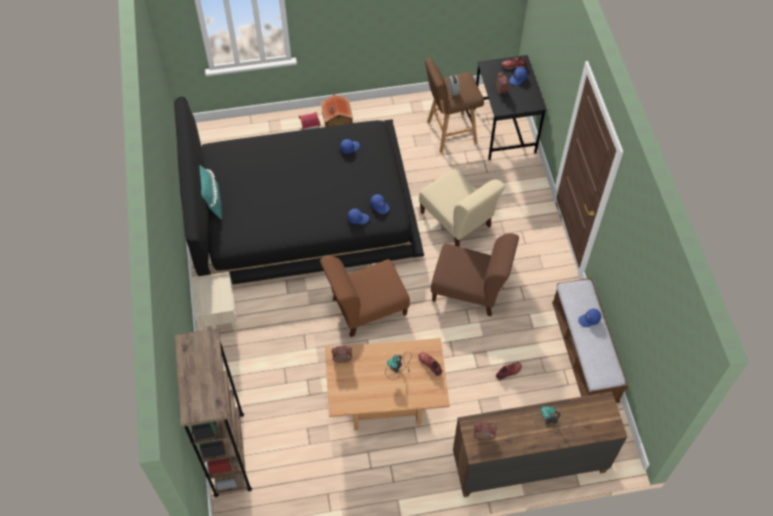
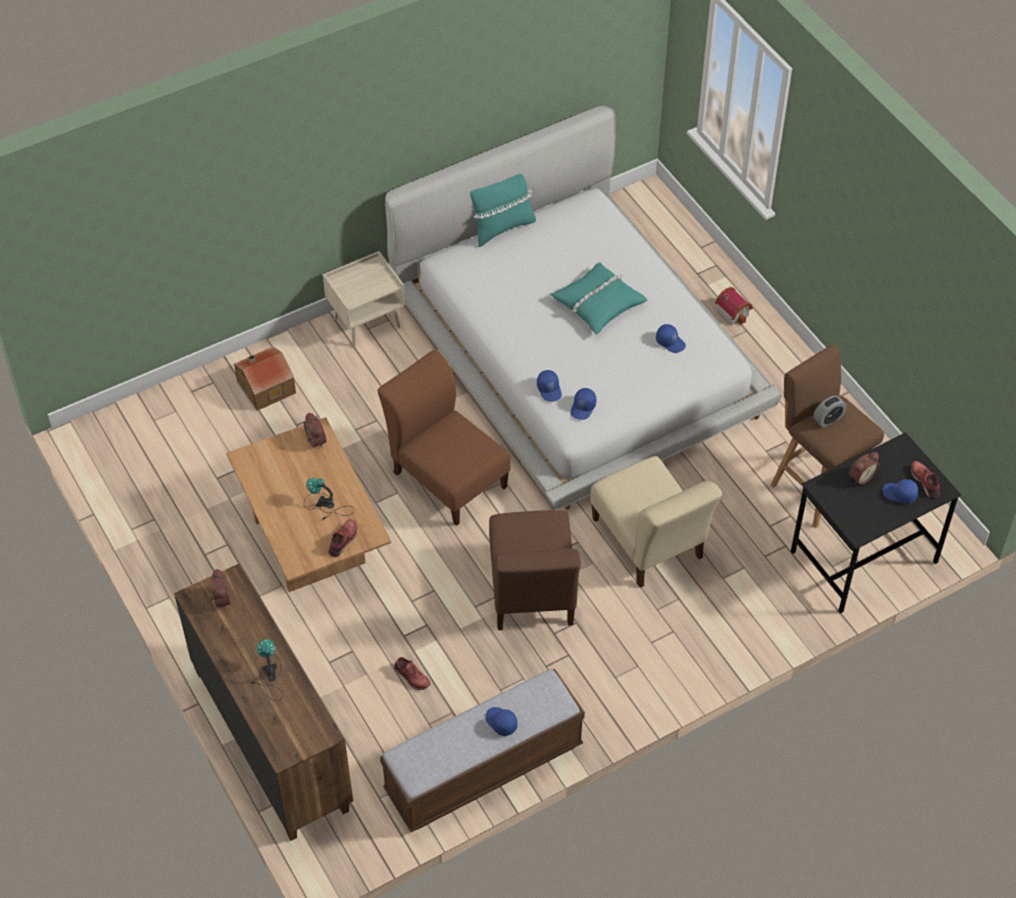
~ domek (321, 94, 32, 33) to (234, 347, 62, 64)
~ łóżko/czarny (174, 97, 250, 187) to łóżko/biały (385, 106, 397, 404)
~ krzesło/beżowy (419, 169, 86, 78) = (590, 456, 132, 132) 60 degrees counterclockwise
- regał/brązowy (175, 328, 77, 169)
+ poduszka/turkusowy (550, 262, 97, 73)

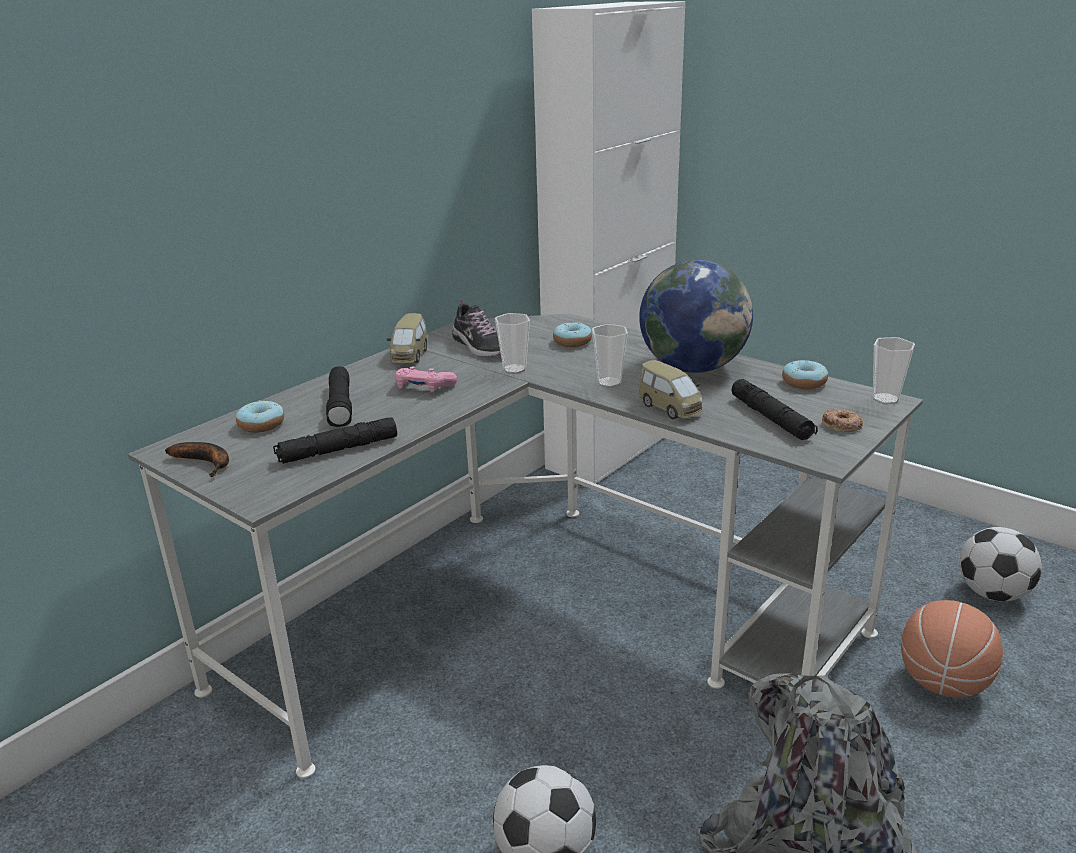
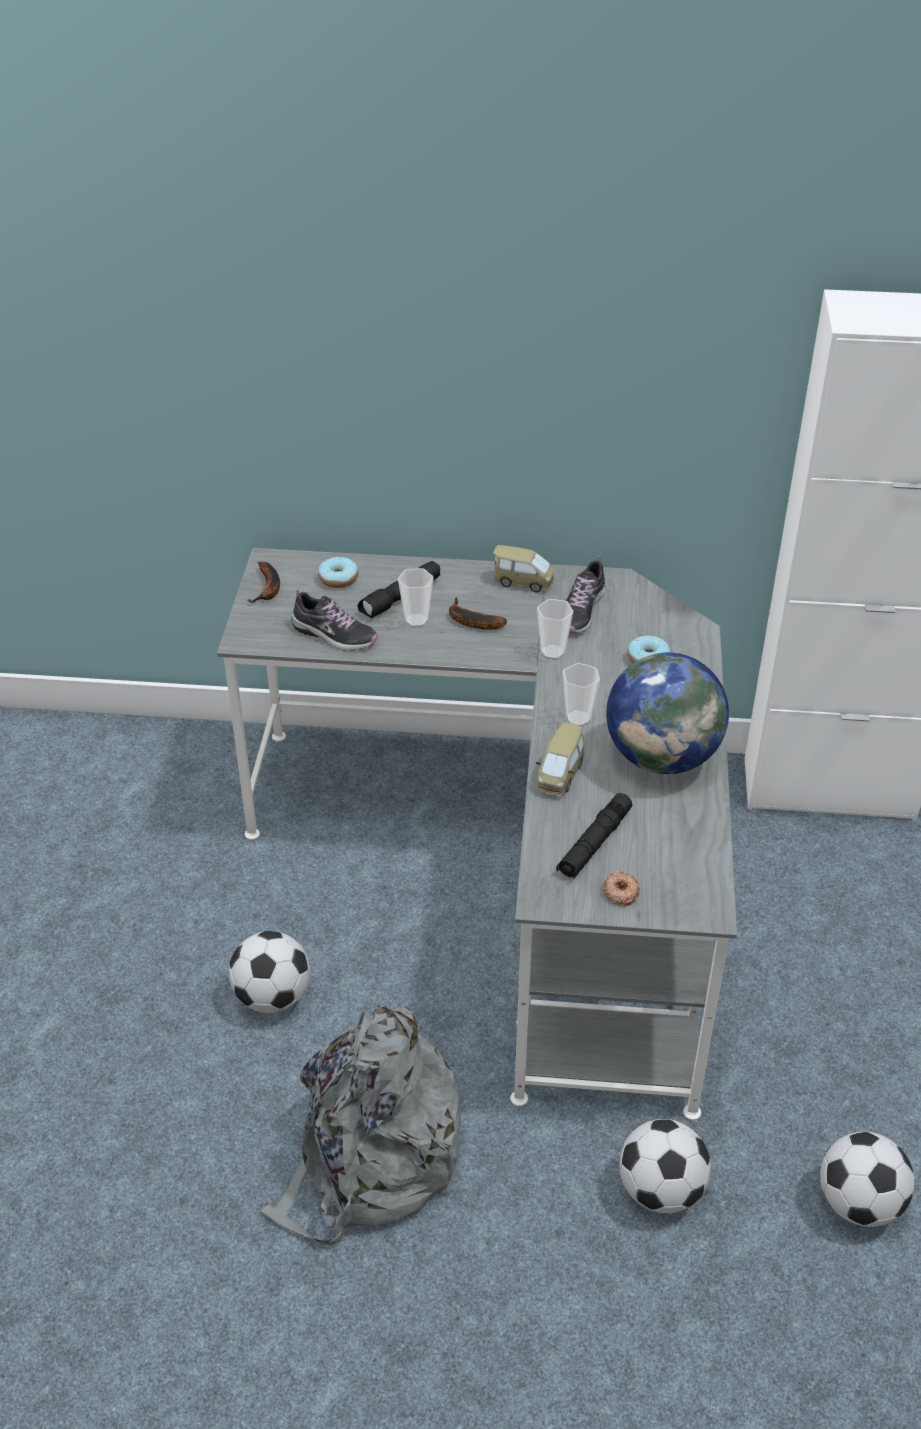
~ samochodzik (387, 313, 41, 50) = (493, 545, 61, 48) 135 degrees counterclockwise
~ filiżanka (873, 337, 42, 67) to (398, 568, 35, 60)
- donut (782, 359, 46, 30)
~ pad do gier/różowy (395, 367, 62, 25) to banan (449, 597, 58, 33)
~ latarka/czarny (273, 417, 124, 47) to but (291, 589, 87, 62)
~ piłka do koszykówki (901, 600, 102, 98) to piłka futbolowa (619, 1119, 92, 94)

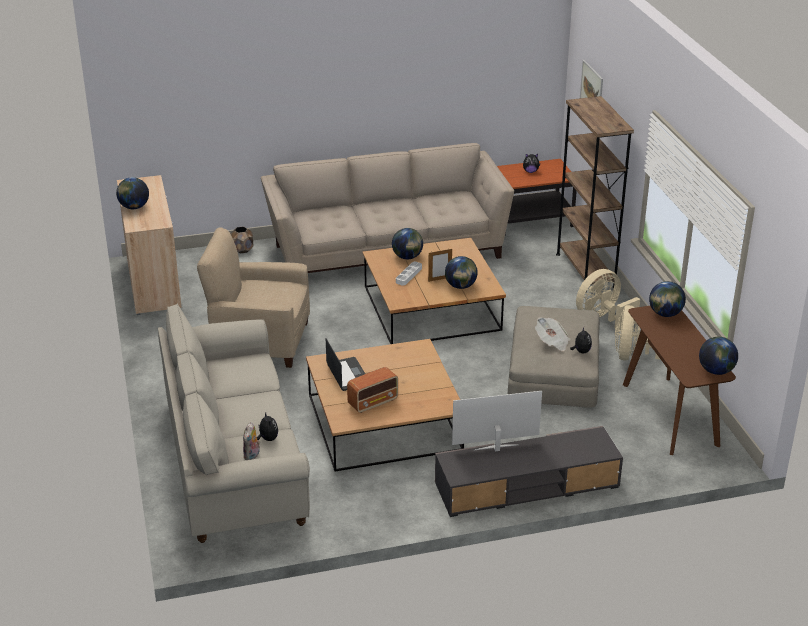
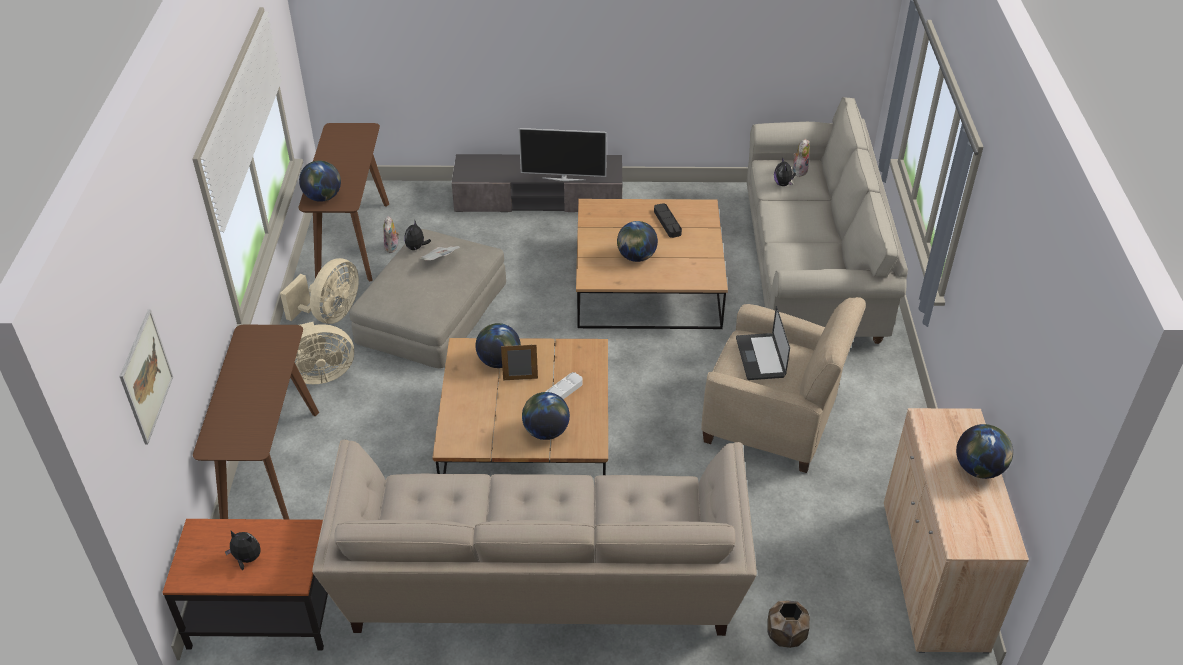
~ regał/brązowy (556, 96, 78, 196) to stolik konsolowy/brązowy (193, 325, 126, 194)
~ globus (699, 337, 39, 38) to (617, 221, 41, 41)
~ laptop (326, 339, 39, 52) to (736, 306, 54, 74)
~ radio (347, 367, 51, 46) to taca/czarny (654, 203, 28, 35)
+ pluszak (383, 216, 16, 37)

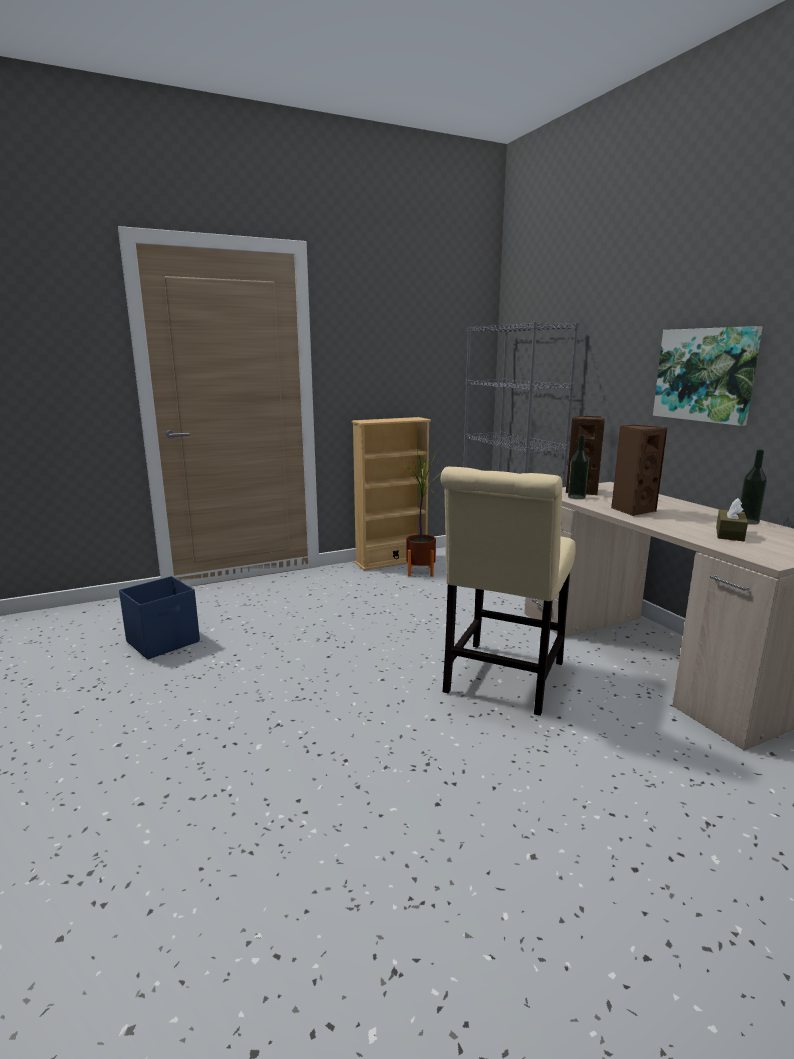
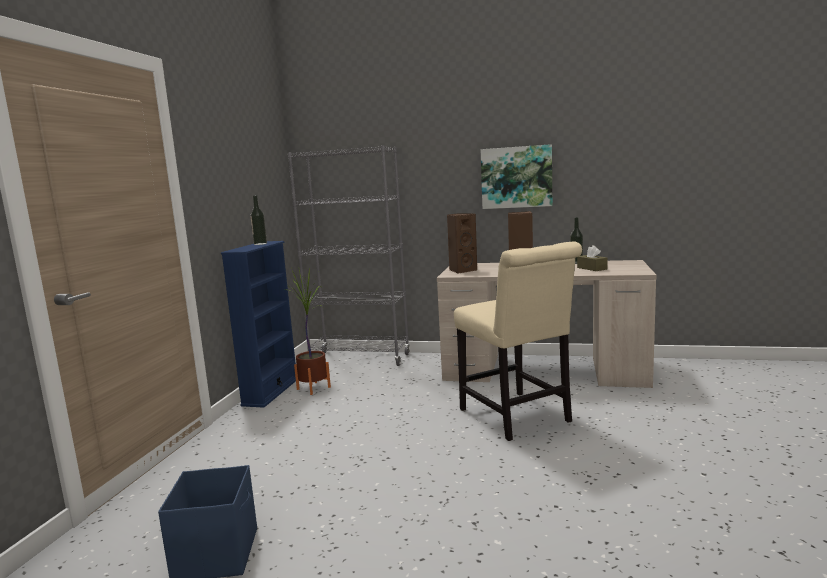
~ regał/beżowy (352, 417, 79, 154) to regał/niebieski (221, 241, 75, 167)
~ butelka (568, 435, 21, 64) to (250, 195, 17, 50)

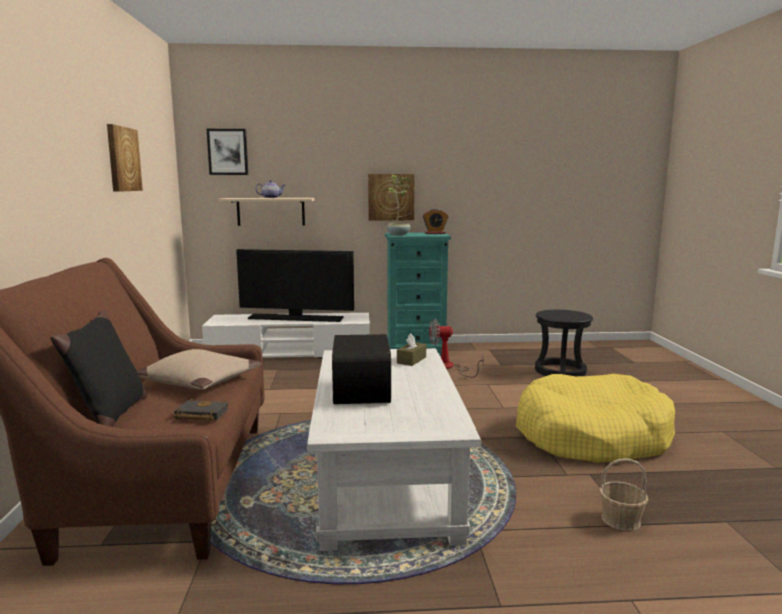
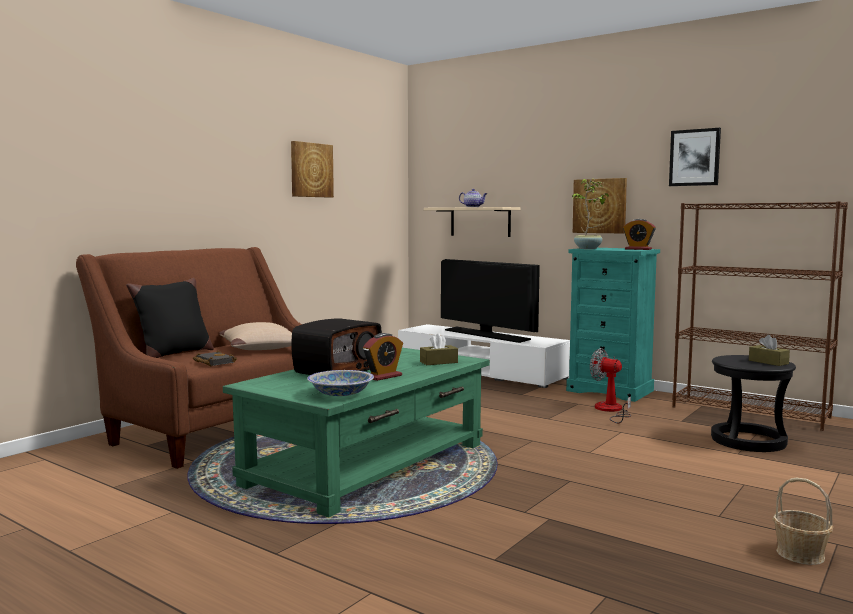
~ obraz (206, 129, 42, 46) to (669, 128, 52, 58)
~ ława/biały (307, 348, 174, 203) to ława/zielony (223, 348, 267, 169)
- legowisko/żółty (516, 374, 159, 89)
~ koszyk (599, 458, 49, 73) to (773, 478, 60, 87)
+ regał/brązowy (672, 201, 176, 230)
+ budzik (363, 333, 40, 48)
+ pudełko chusteczek/brązowy (749, 335, 41, 31)
+ miska (307, 370, 67, 26)

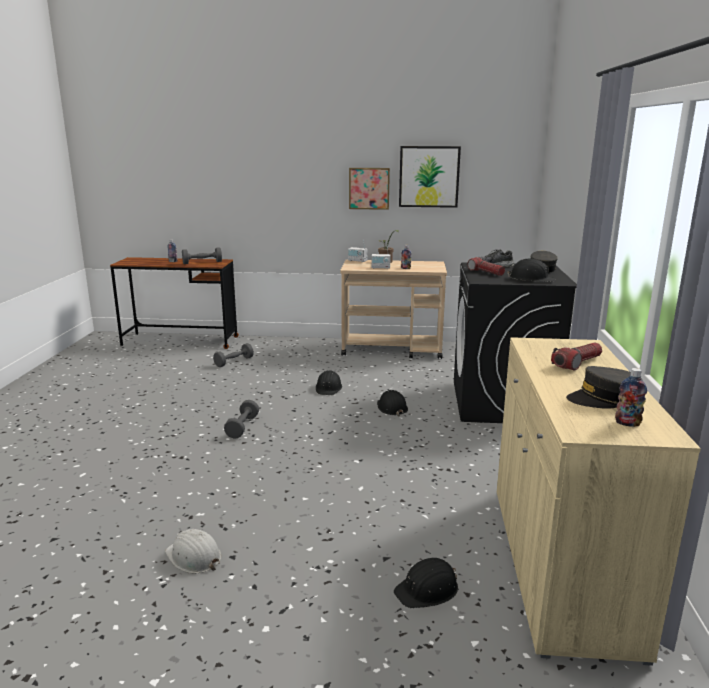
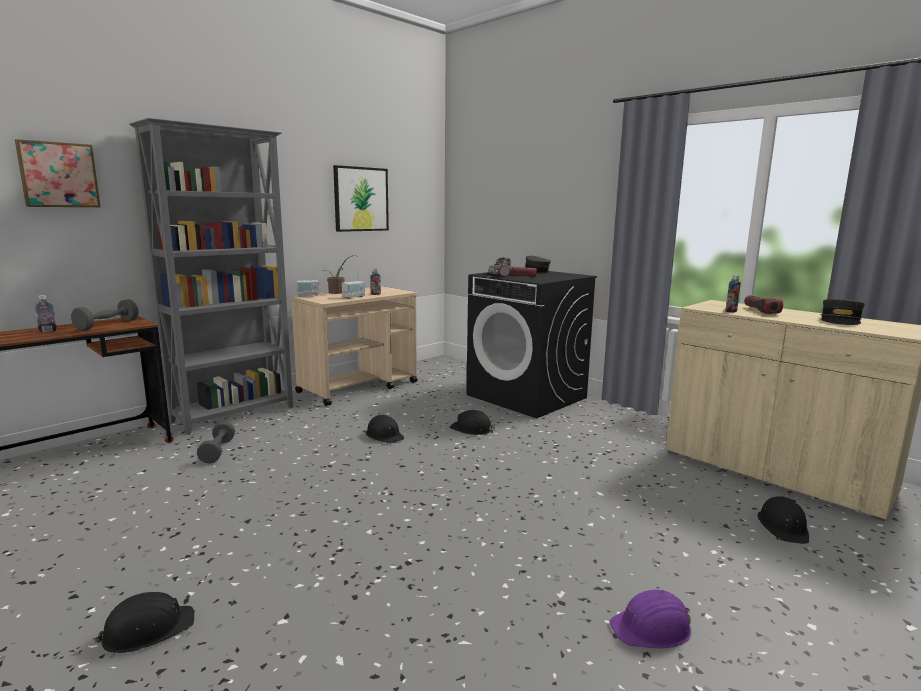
~ obraz (349, 168, 41, 42) to (15, 139, 85, 68)
~ kask/czarny (507, 259, 48, 23) to (93, 592, 101, 61)
~ butelka (615, 368, 32, 59) to (725, 275, 16, 37)
- hantel/szary (224, 400, 35, 39)
~ kask/biały (165, 529, 57, 45) to kask/fioletowy (609, 589, 82, 60)
+ regał/szary (129, 118, 164, 317)

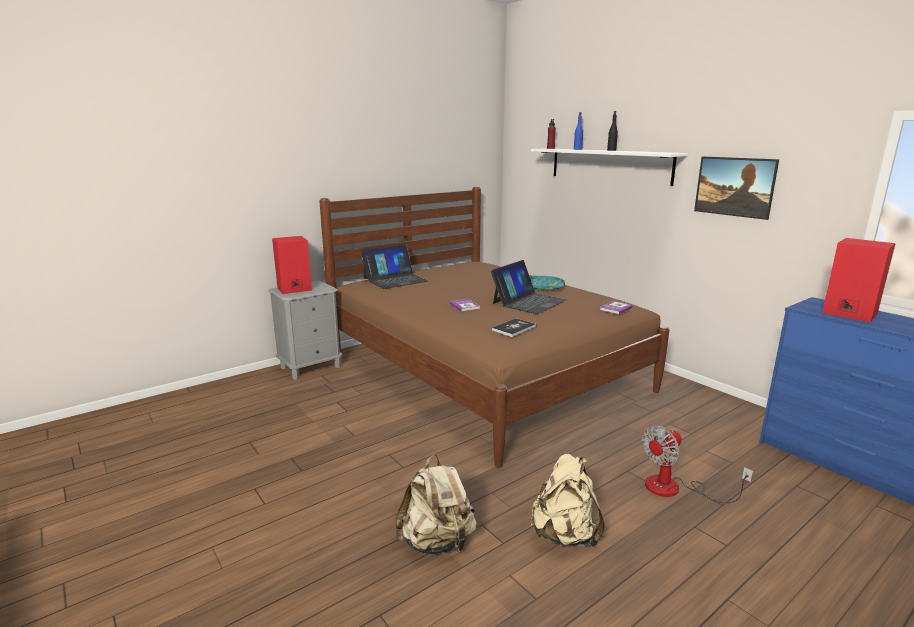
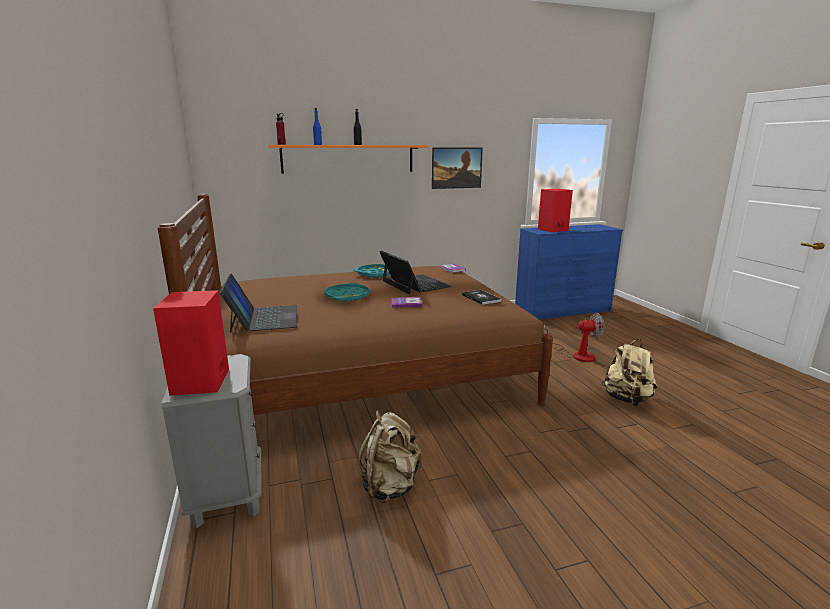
~ półka/biały (531, 148, 157, 38) to półka/pomarańczowy (268, 145, 161, 29)
~ wentylator (642, 425, 111, 78) = (543, 313, 62, 49) 75 degrees counterclockwise
~ plecak/beżowy (395, 454, 82, 100) to (358, 410, 64, 93)
+ taca/turkusowy (324, 283, 46, 19)

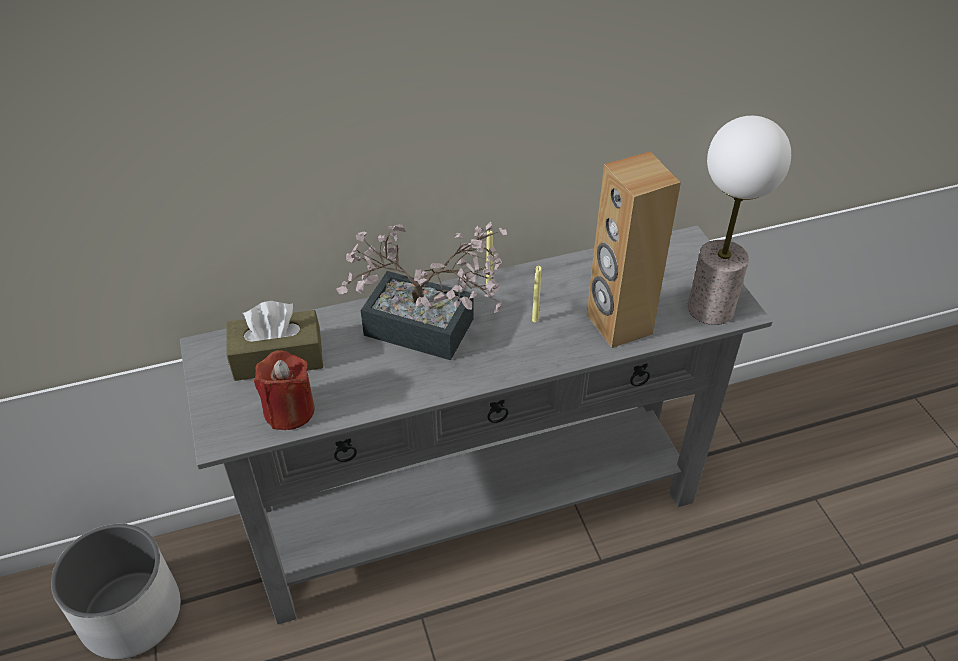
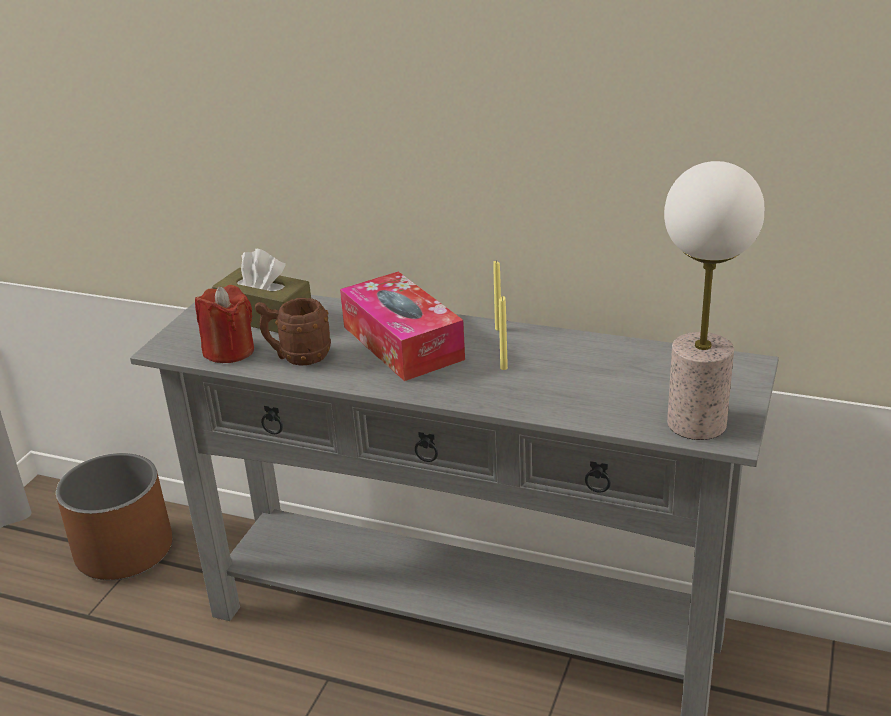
- głośnik/brązowy (586, 152, 95, 196)
~ roślina doniczkowa (336, 222, 171, 138) to pudełko chusteczek (340, 271, 125, 110)
~ donica/biały (51, 524, 130, 135) to donica/brązowy (56, 453, 116, 127)
+ kubek/brązowy (255, 298, 76, 68)

